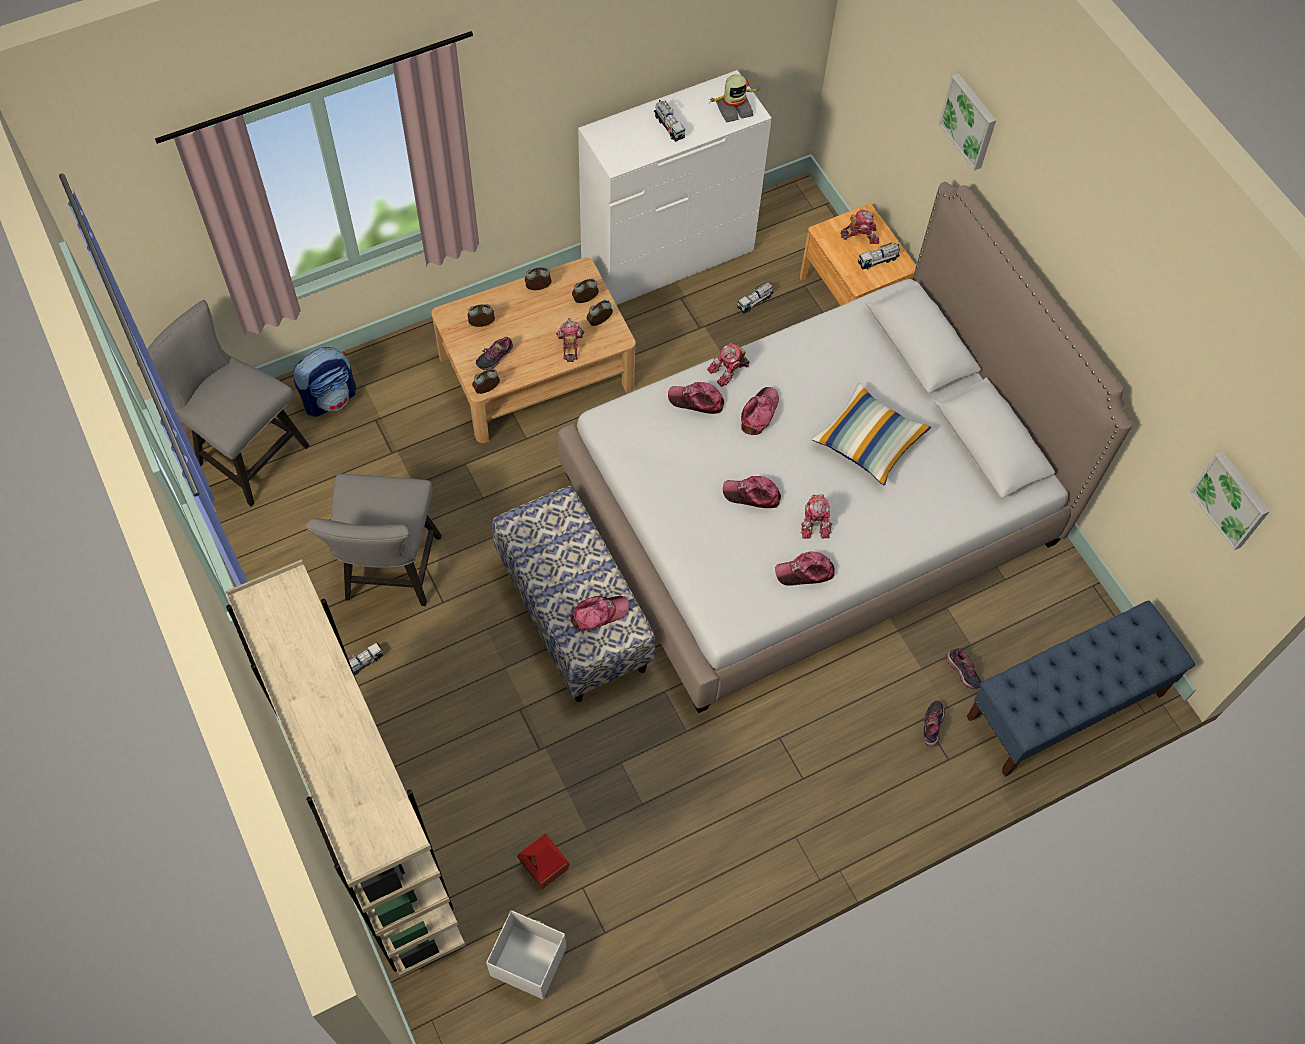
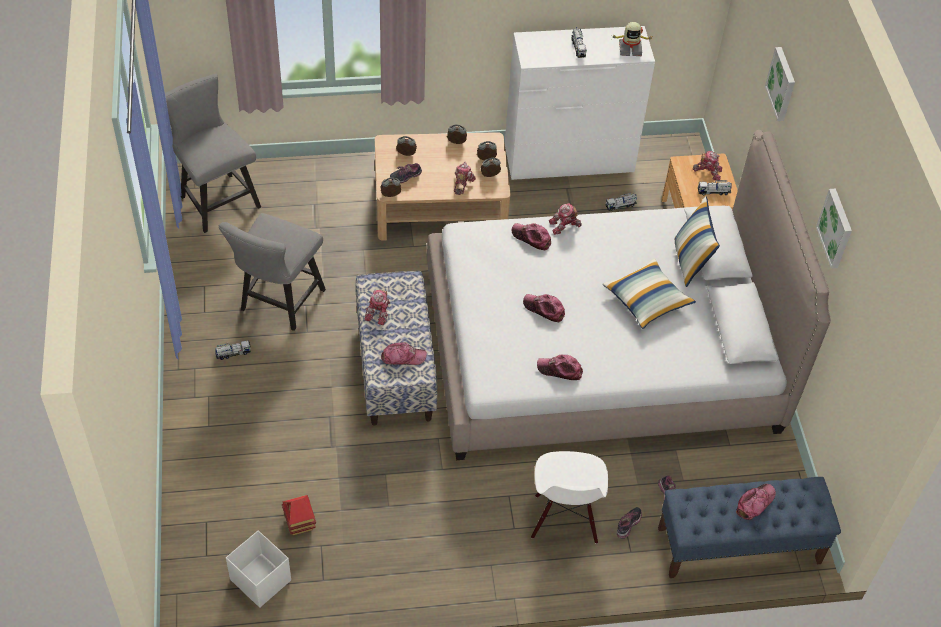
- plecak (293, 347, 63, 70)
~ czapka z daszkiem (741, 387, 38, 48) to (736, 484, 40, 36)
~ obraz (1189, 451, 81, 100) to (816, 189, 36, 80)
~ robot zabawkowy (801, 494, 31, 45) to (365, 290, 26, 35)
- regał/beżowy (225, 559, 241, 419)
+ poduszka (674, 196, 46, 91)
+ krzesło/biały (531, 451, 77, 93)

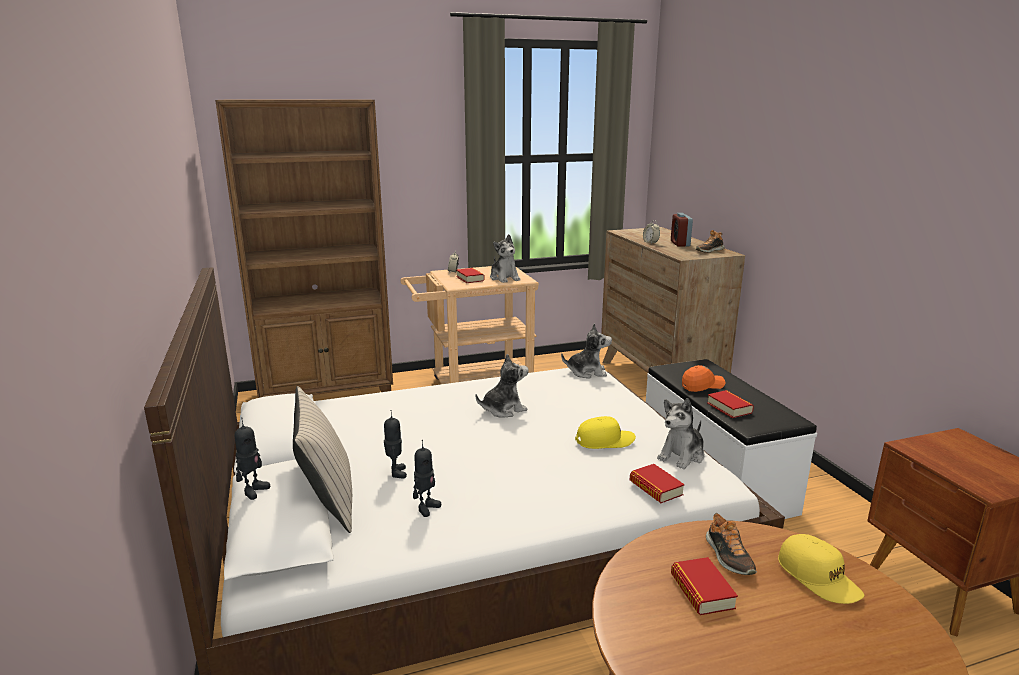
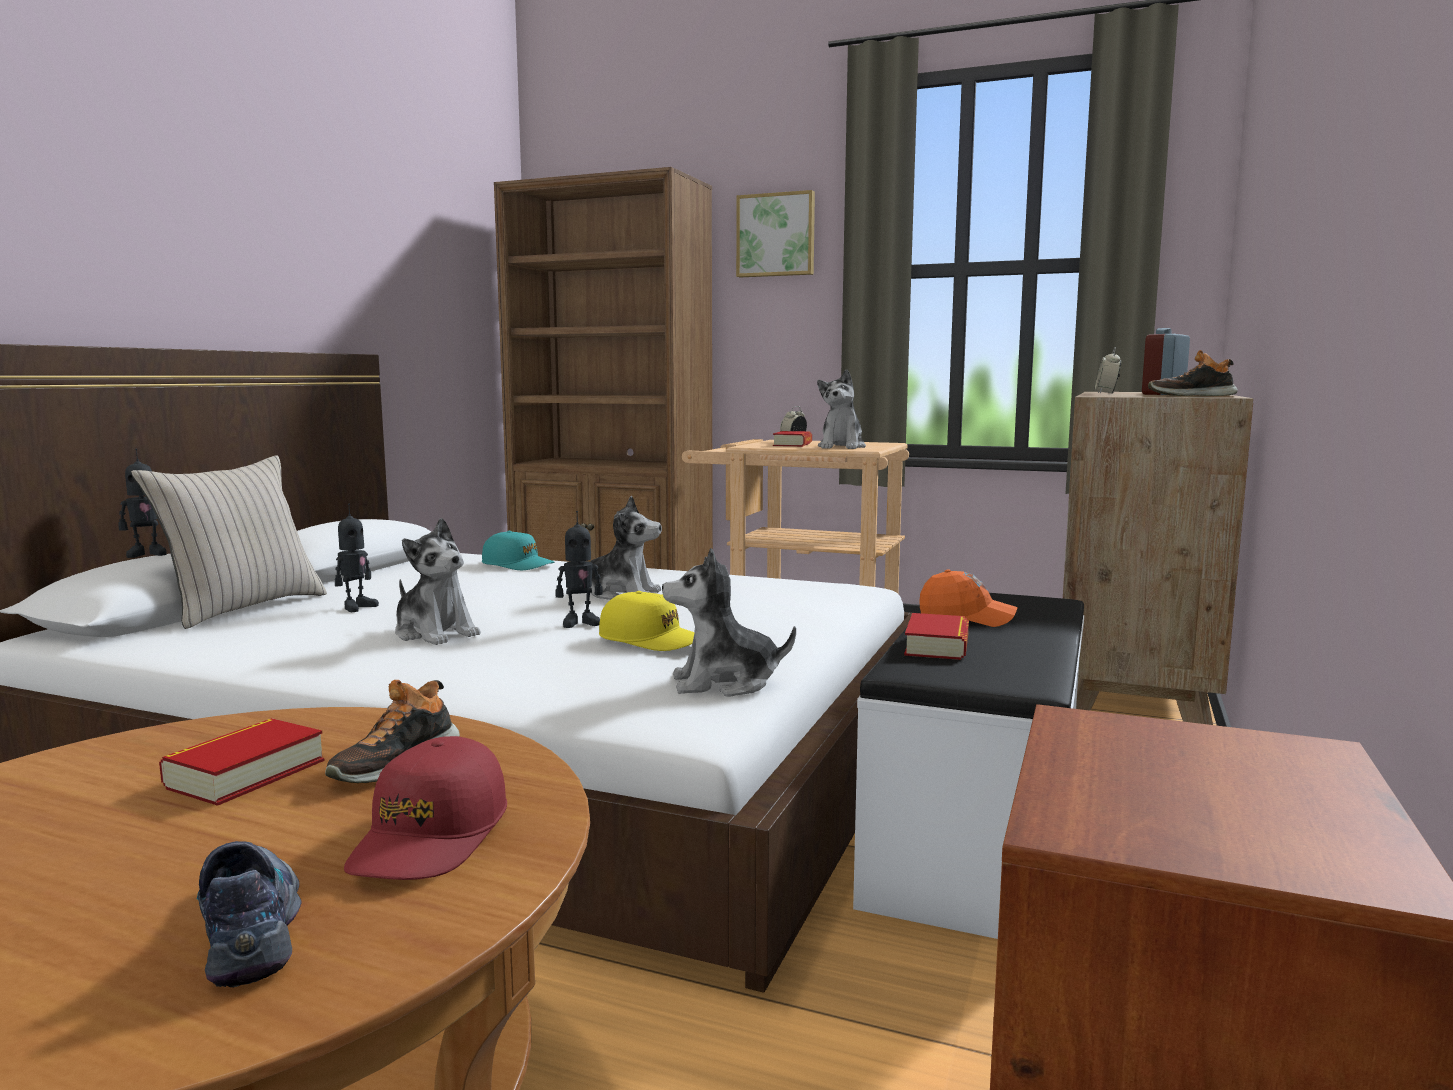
~ pluszak (561, 323, 51, 56) to (395, 518, 86, 127)
~ robot zabawkowy (413, 440, 28, 77) to (555, 511, 48, 117)
- książka (630, 464, 55, 39)
~ czapka z daszkiem/żółty (778, 534, 86, 70) to czapka z daszkiem/czerwony (344, 736, 163, 144)
+ obraz (736, 190, 79, 87)
+ czapka z daszkiem/turkusowy (482, 531, 73, 39)
+ but (197, 841, 105, 147)

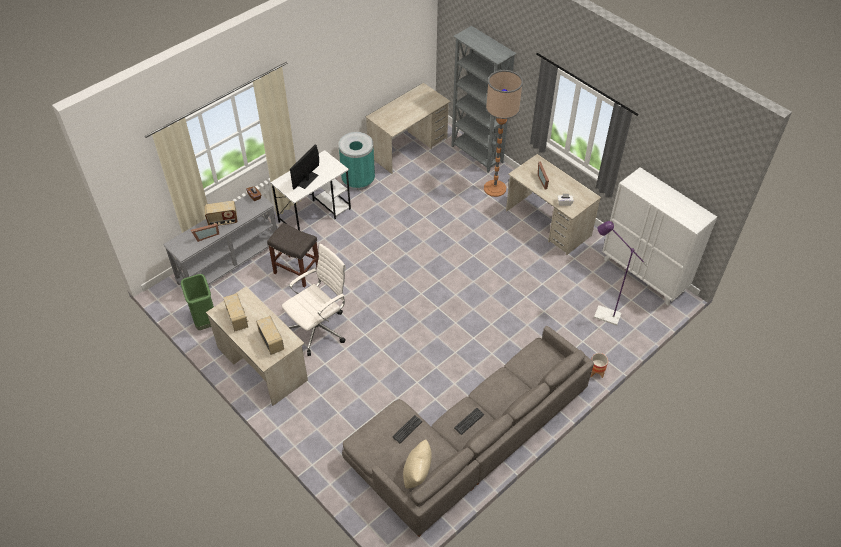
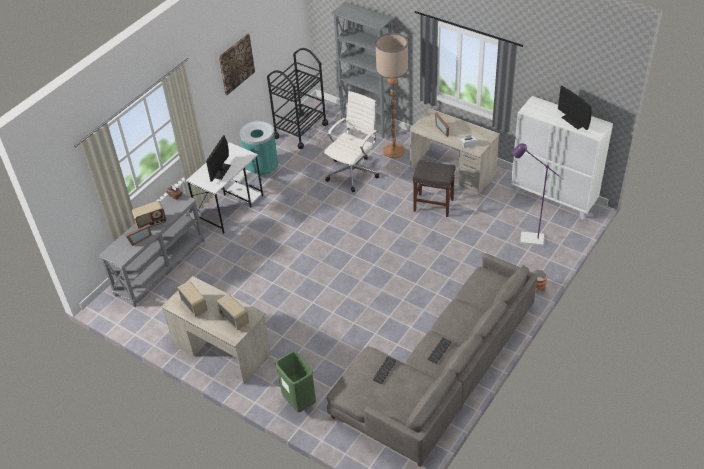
~ biurko/beżowy (365, 83, 85, 91) to wózek/czarny (267, 48, 61, 101)
~ stołek/szary (267, 223, 52, 65) to (413, 160, 43, 57)
~ krzesło biurowe/biały (282, 244, 64, 112) to (324, 91, 55, 101)
~ kosz na śmieci/zielony (181, 274, 33, 56) to (275, 351, 41, 61)
- poduszka/beżowy (403, 439, 29, 50)
+ obraz (218, 34, 37, 61)
+ monitor (558, 86, 34, 44)

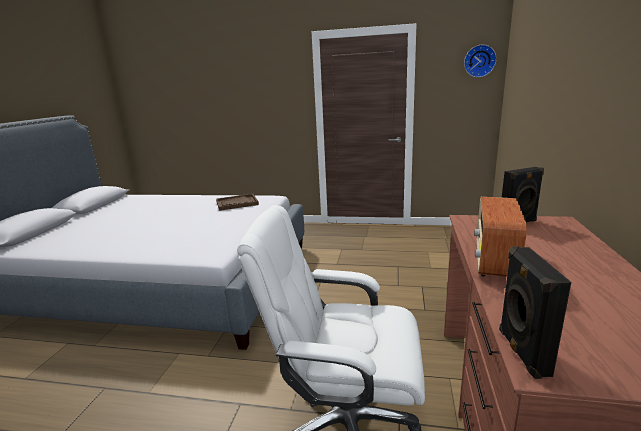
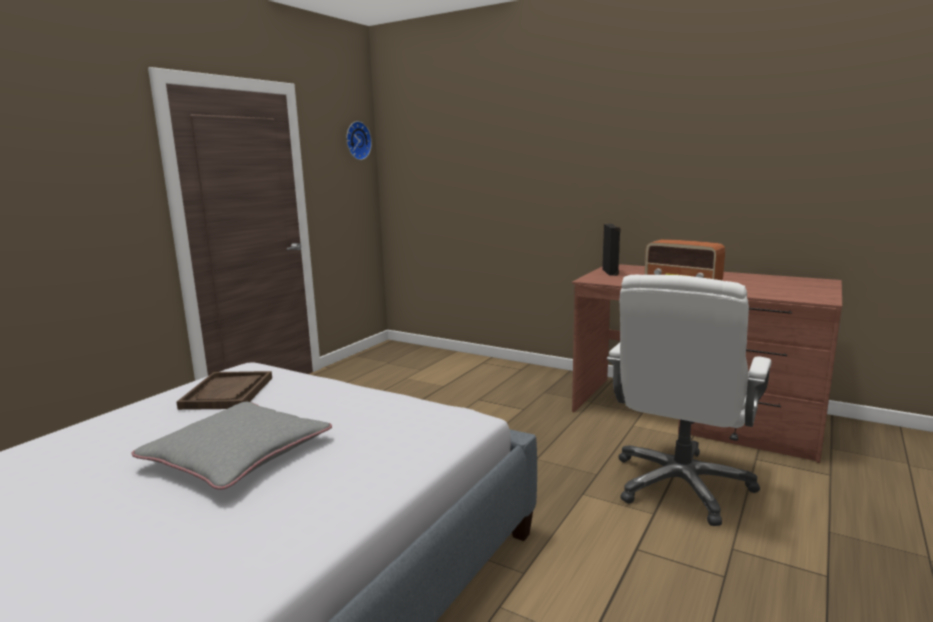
- głośnik/czarny (499, 246, 72, 133)
+ poduszka/szary (131, 402, 201, 88)

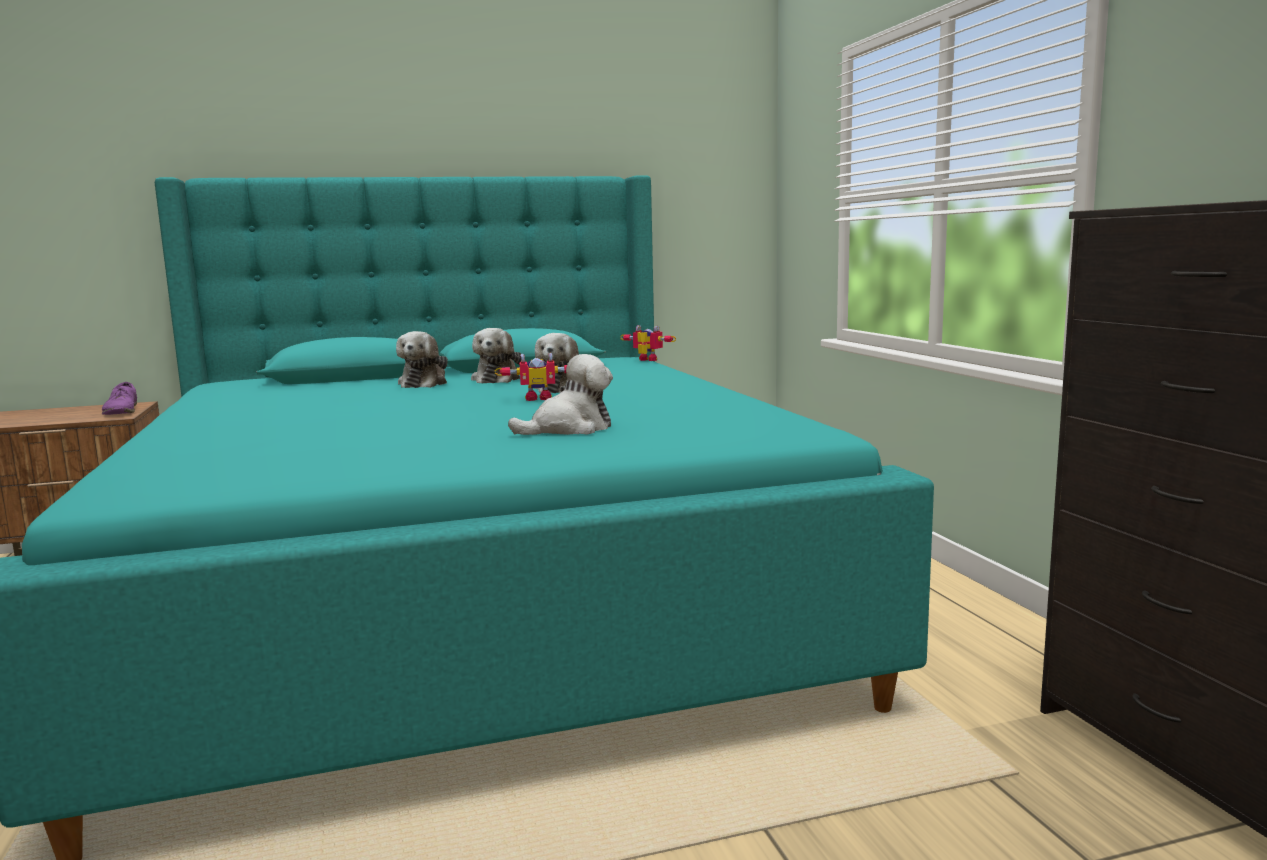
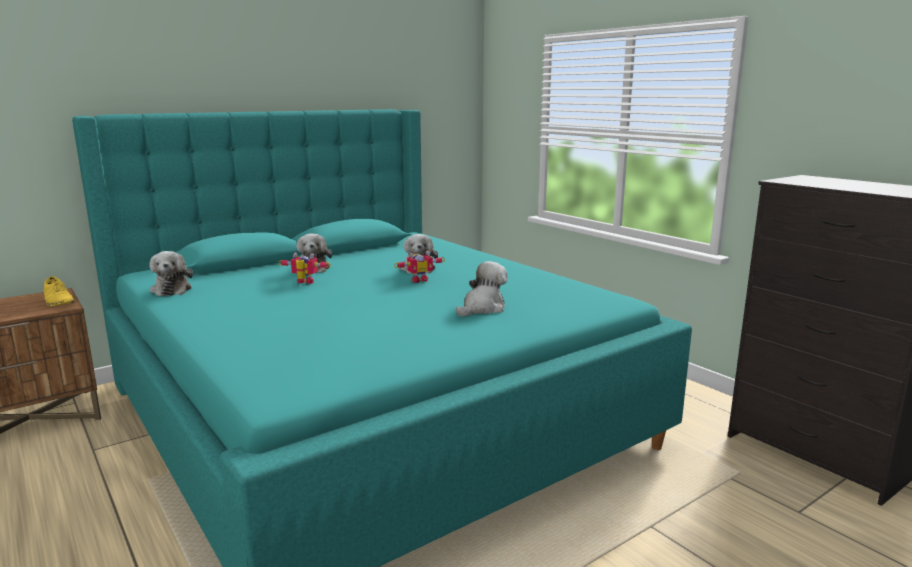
~ robot zabawkowy (620, 325, 56, 36) to (278, 252, 53, 32)
~ pluszak (471, 328, 50, 56) to (149, 251, 44, 45)
~ but/fioletowy (102, 382, 35, 33) to but/żółty (43, 276, 32, 30)

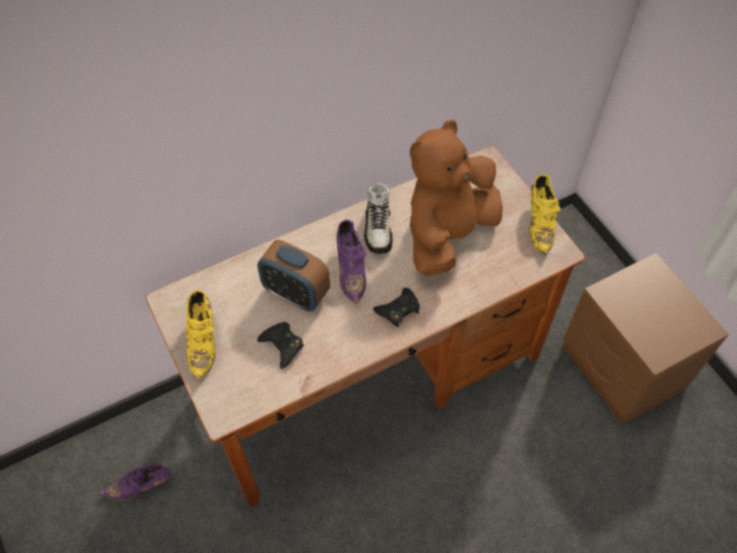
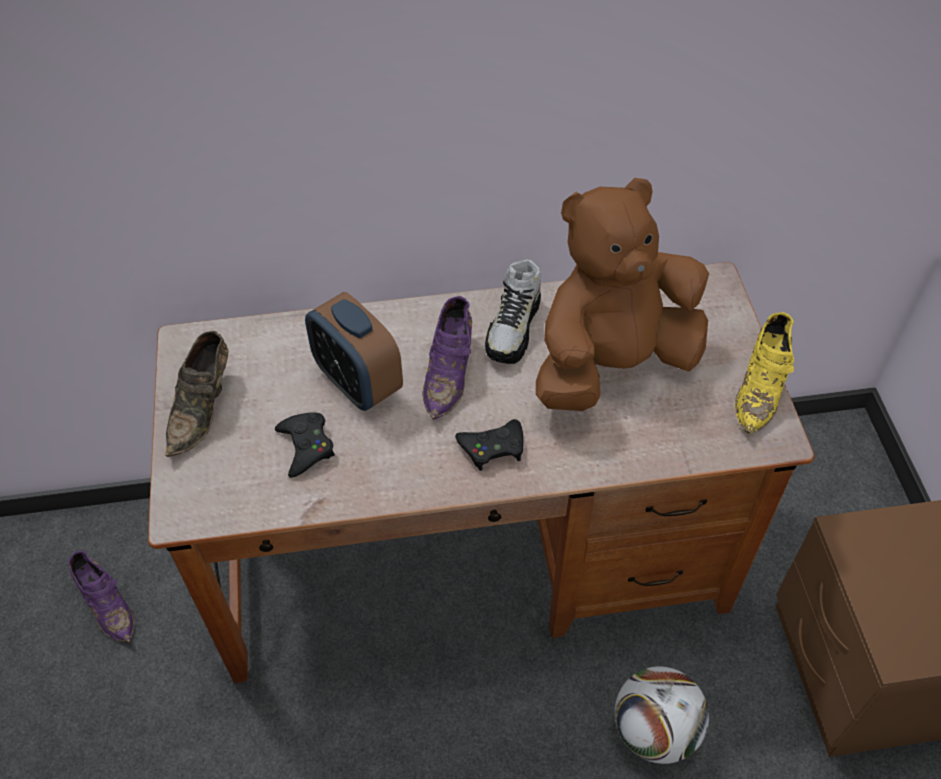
~ but/żółty (186, 290, 29, 91) to but/brązowy (165, 331, 64, 126)
~ but/fioletowy (98, 464, 73, 37) = (68, 551, 66, 91) 135 degrees counterclockwise
+ piłka futbolowa (615, 666, 94, 98)

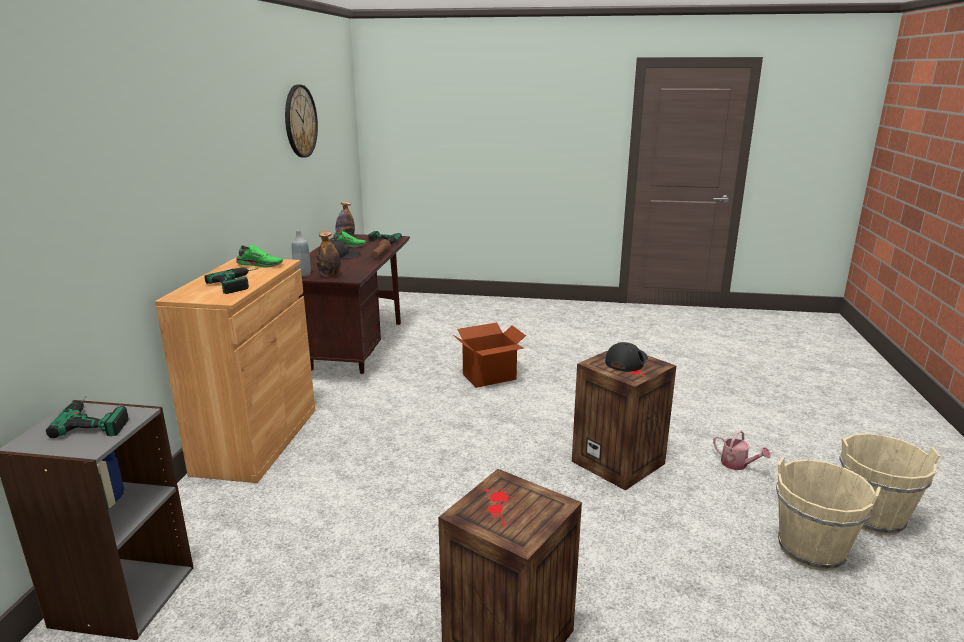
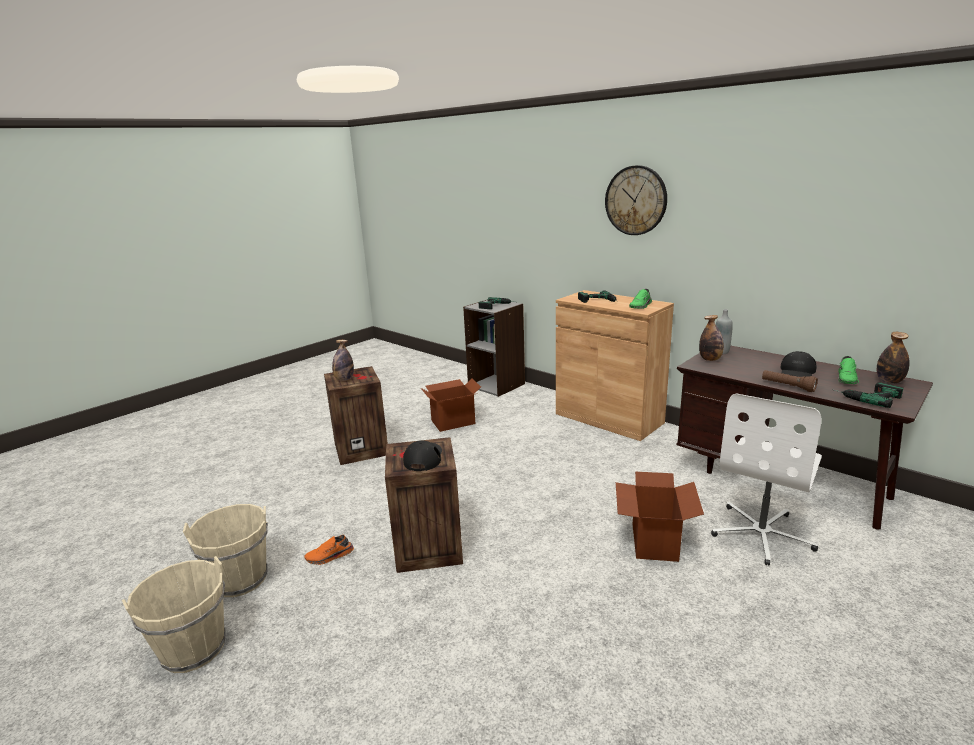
~ zegar ścienny (285, 85, 33, 73) to (605, 165, 62, 70)
~ czapka z daszkiem/czarny (605, 342, 43, 30) = (403, 441, 39, 30) 150 degrees counterclockwise
- konewka (713, 430, 58, 40)
+ butelka (332, 340, 22, 41)
+ karton (421, 379, 60, 53)
+ krzesło biurowe/biały (711, 393, 111, 173)
+ but/pomarańczowy (304, 535, 50, 30)

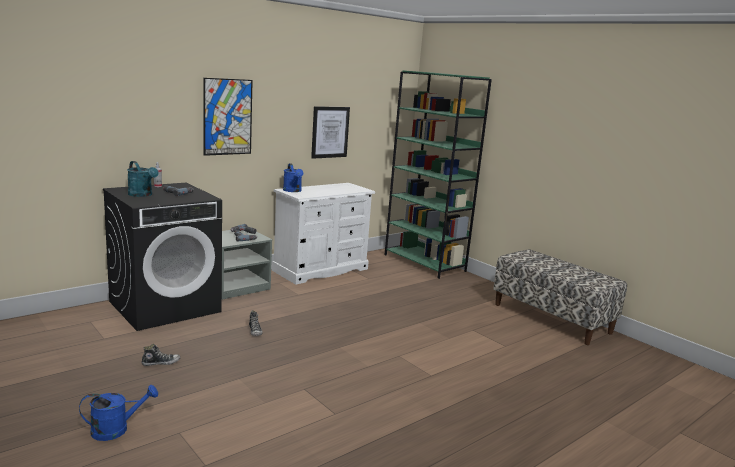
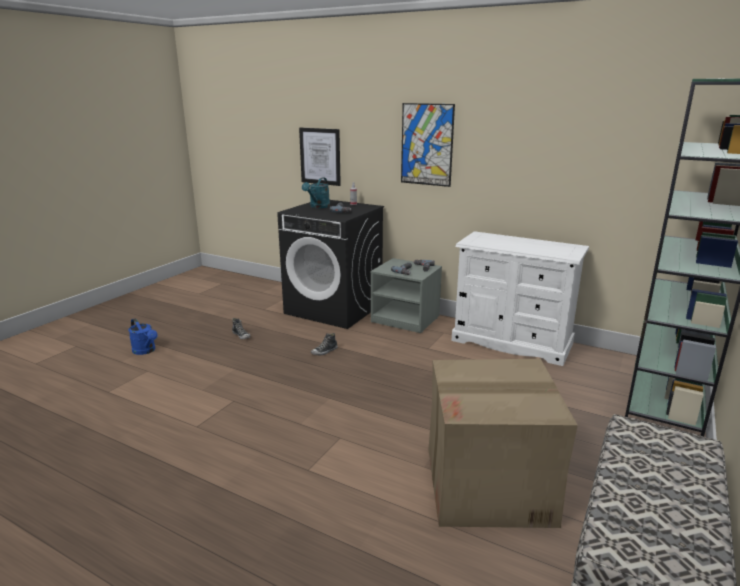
~ obraz (311, 106, 39, 53) to (299, 128, 42, 58)
- konewka/niebieski (283, 163, 20, 29)
+ karton (428, 359, 150, 169)

